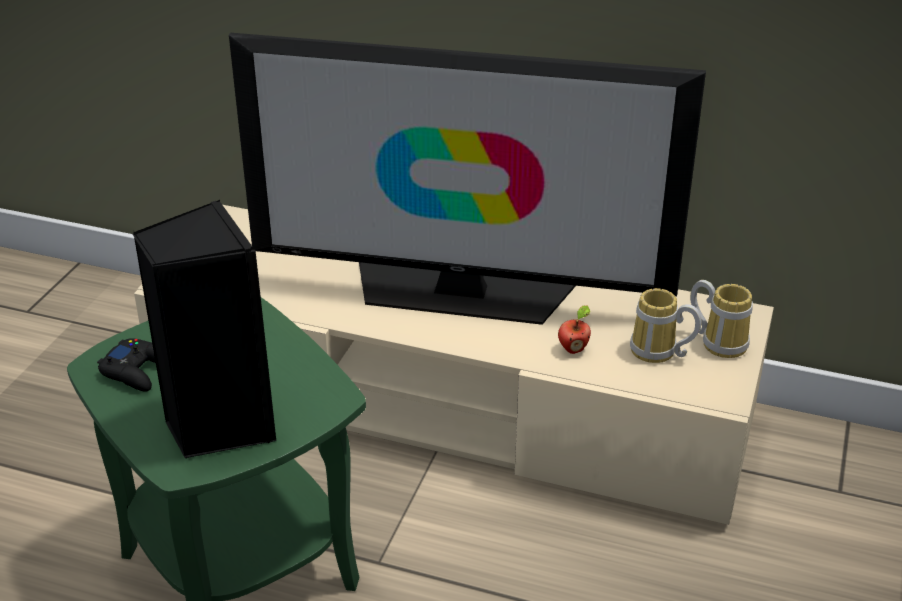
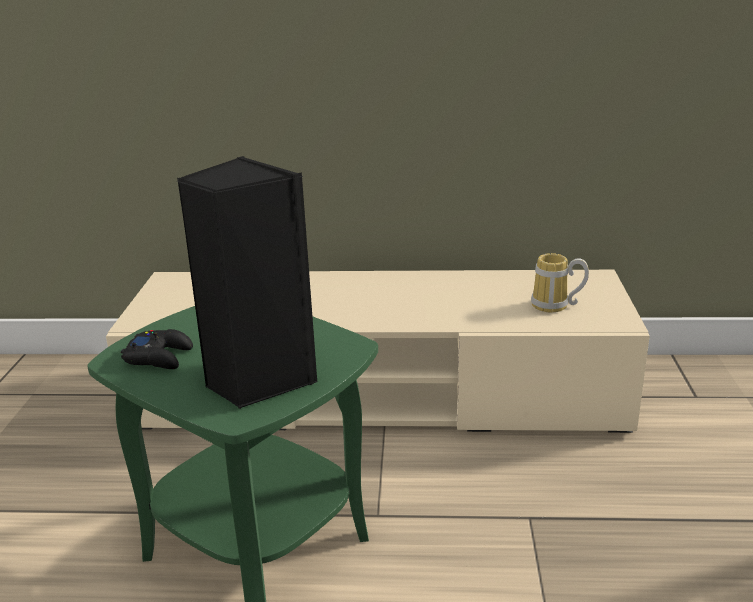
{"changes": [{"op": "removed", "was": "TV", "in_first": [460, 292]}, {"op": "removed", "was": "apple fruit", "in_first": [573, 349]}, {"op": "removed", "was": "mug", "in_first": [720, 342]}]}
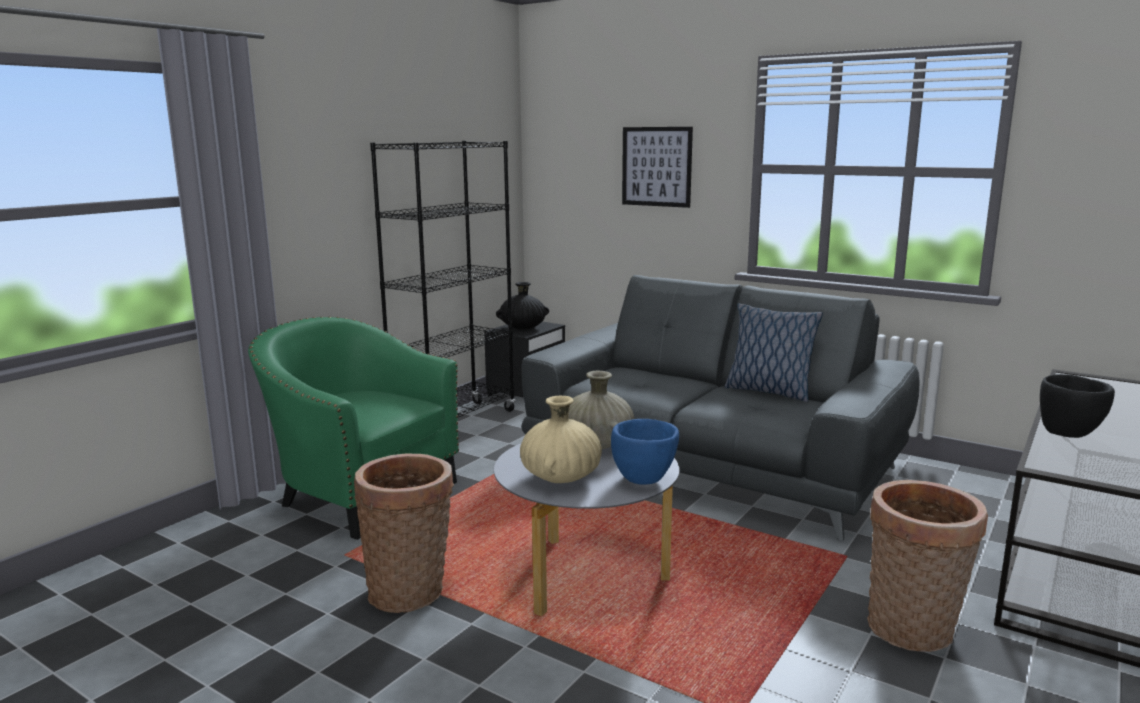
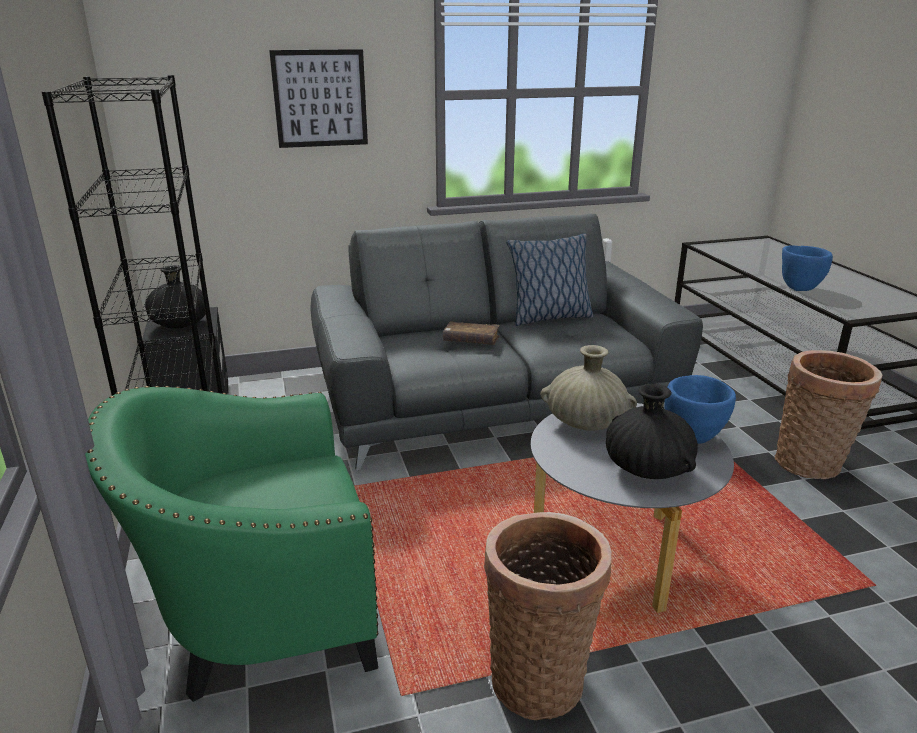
{"changes": [{"op": "recoloured", "was": "beige-coloured decorative vase", "now": "blackish decorative vase", "in_first": [560, 477], "in_second": [647, 470]}, {"op": "recoloured", "was": "blackish bowl", "now": "bluish bowl", "in_first": [1069, 433], "in_second": [799, 288]}, {"op": "added", "now": "brown-coloured book", "in_second": [471, 341]}]}
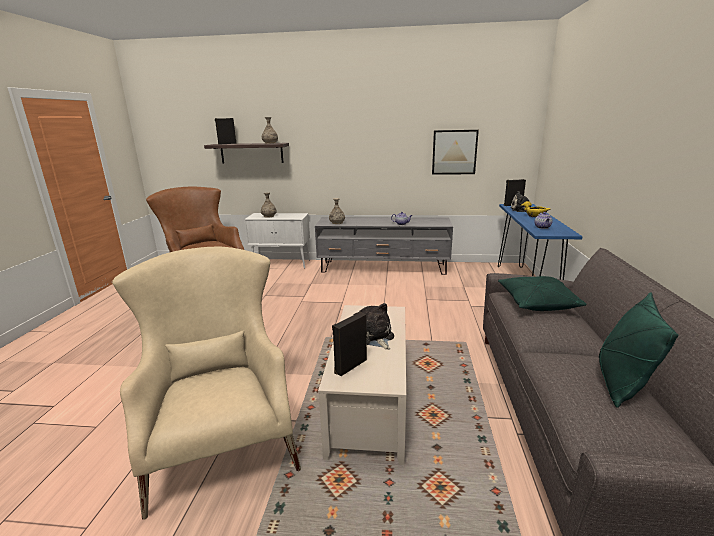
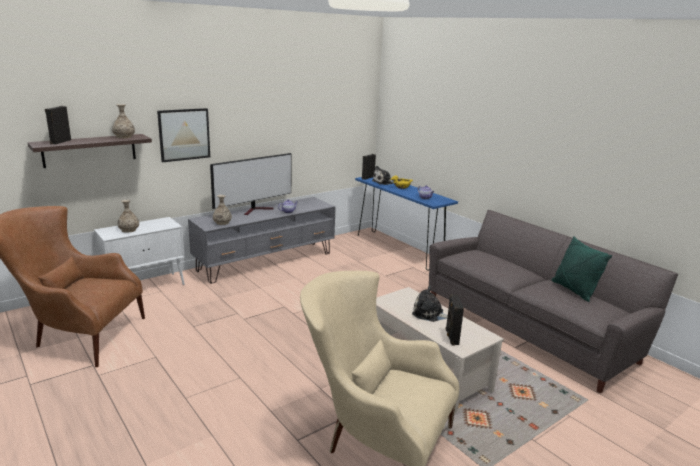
{"changes": [{"op": "moved", "was": "wall picture", "in_first": [454, 152], "in_second": [184, 134]}, {"op": "removed", "was": "greenish cushion", "in_first": [536, 303]}, {"op": "added", "now": "TV", "in_second": [257, 210]}]}
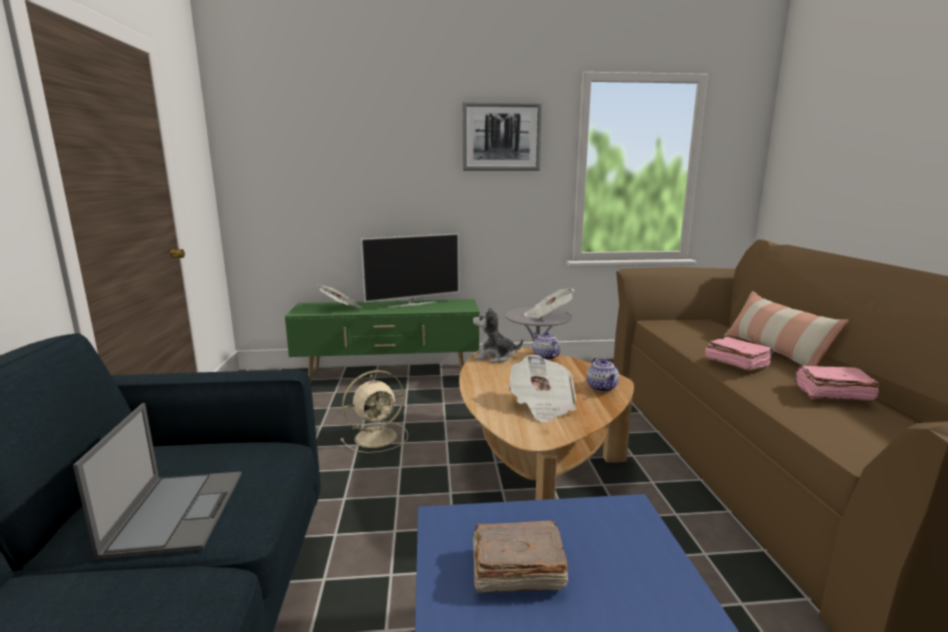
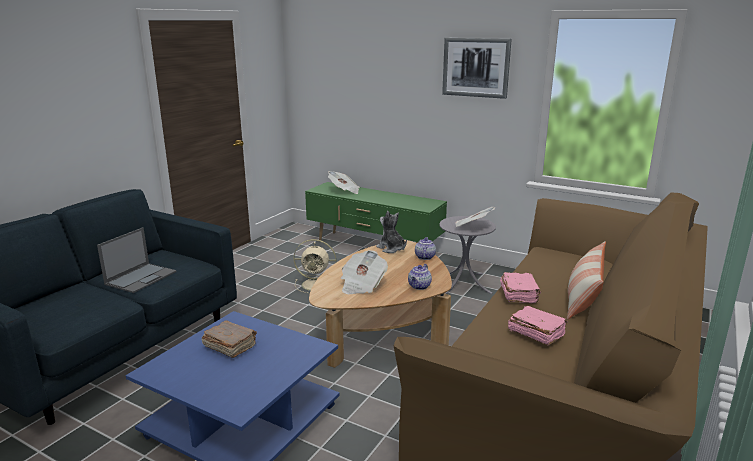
{"changes": [{"op": "removed", "was": "TV", "in_first": [412, 304]}]}
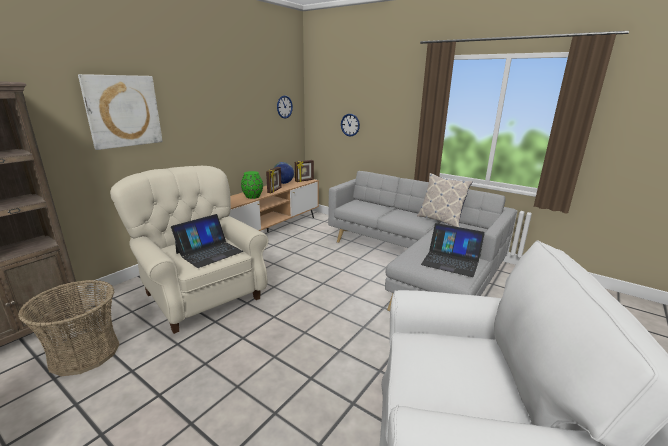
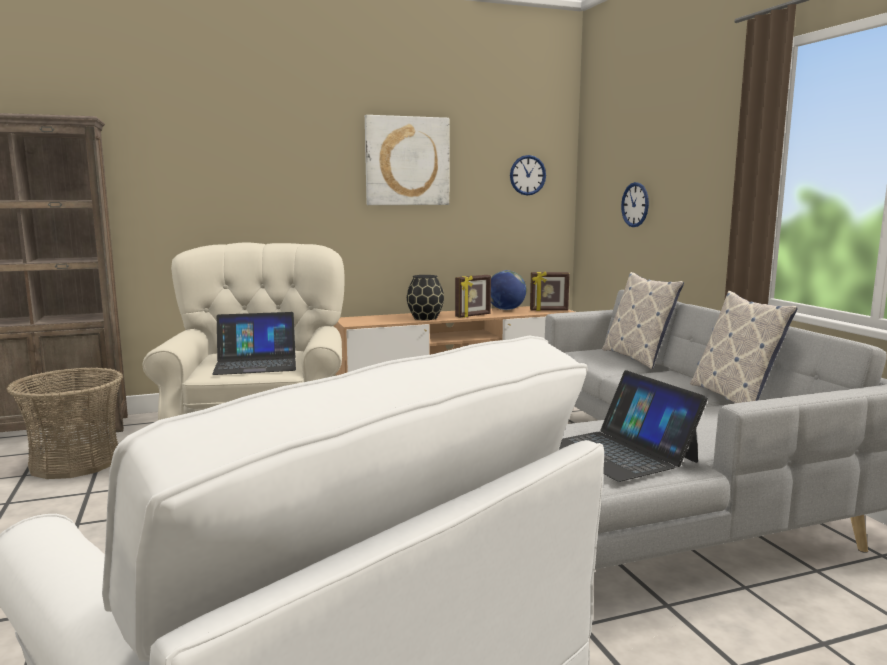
{"changes": [{"op": "moved", "was": "wall picture", "in_first": [123, 111], "in_second": [407, 161]}, {"op": "recoloured", "was": "greenish decorative vase", "now": "blackish decorative vase", "in_first": [252, 196], "in_second": [425, 318]}, {"op": "added", "now": "cushion", "in_second": [637, 358]}]}
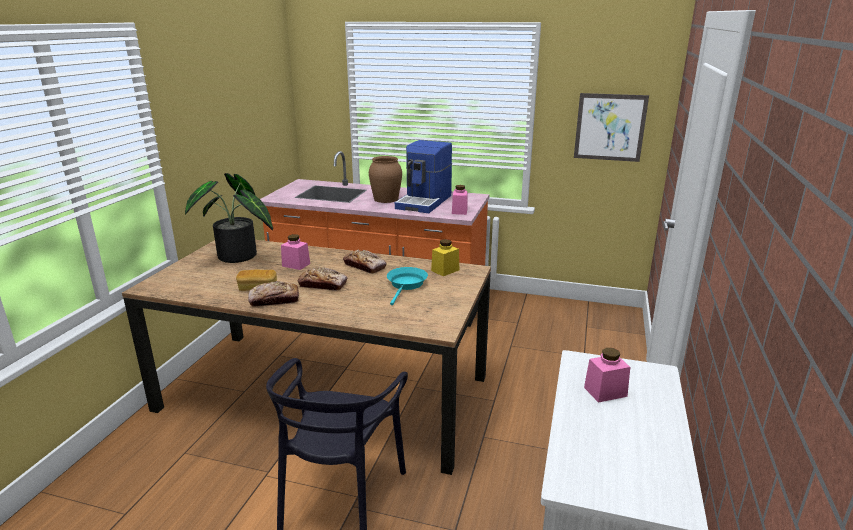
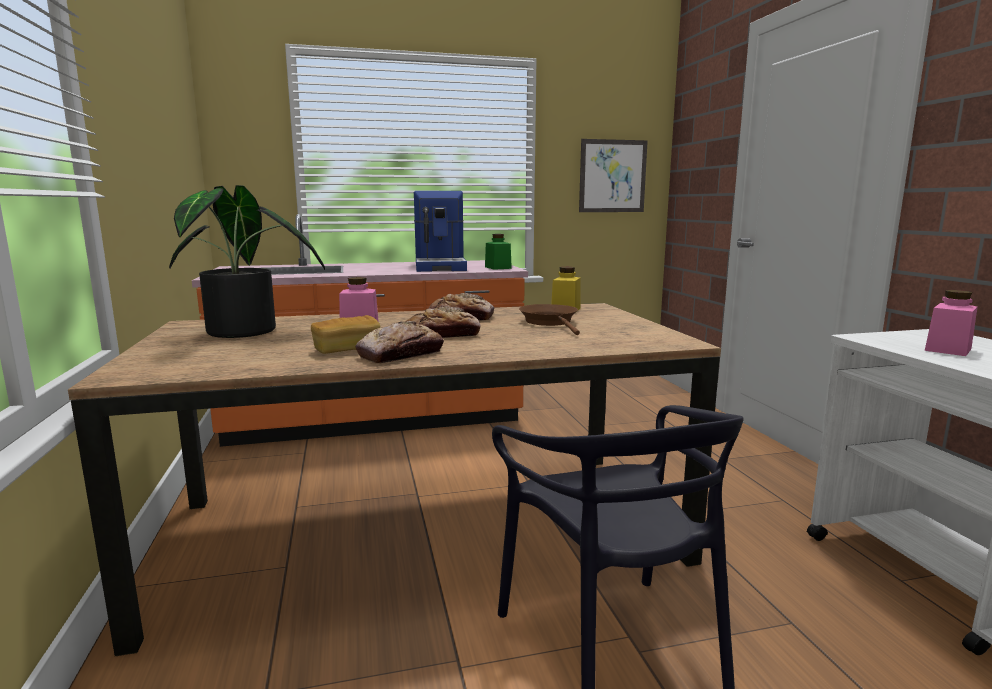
{"changes": [{"op": "removed", "was": "brown-coloured decorative vase", "in_first": [385, 199]}, {"op": "recoloured", "was": "blue-green pan", "now": "brown-coloured pan", "in_first": [406, 285], "in_second": [550, 322]}, {"op": "recoloured", "was": "pink jar", "now": "greenish jar", "in_first": [459, 211], "in_second": [498, 268]}]}
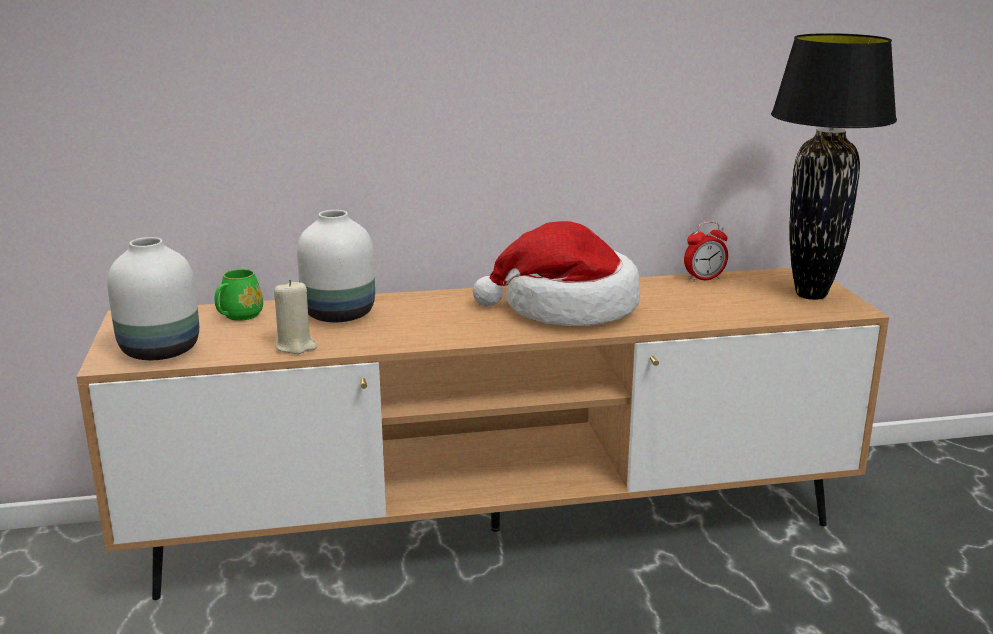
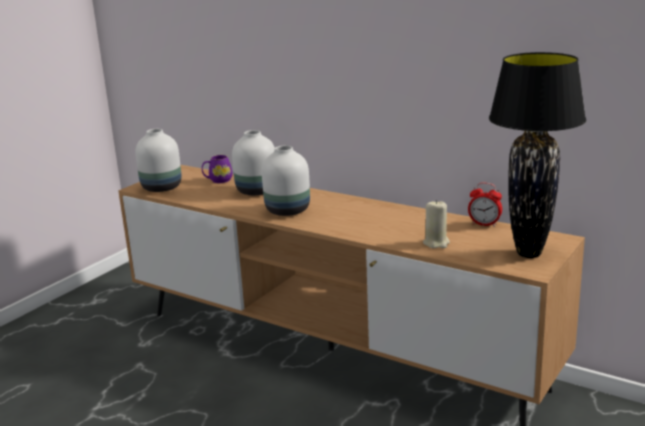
{"changes": [{"op": "recoloured", "was": "greenish mug", "now": "purplish mug", "in_first": [238, 316], "in_second": [218, 180]}, {"op": "moved", "was": "beige-coloured candle", "in_first": [295, 346], "in_second": [436, 243]}, {"op": "removed", "was": "hat", "in_first": [566, 308]}, {"op": "added", "now": "white-coloured decorative vase", "in_second": [289, 210]}]}
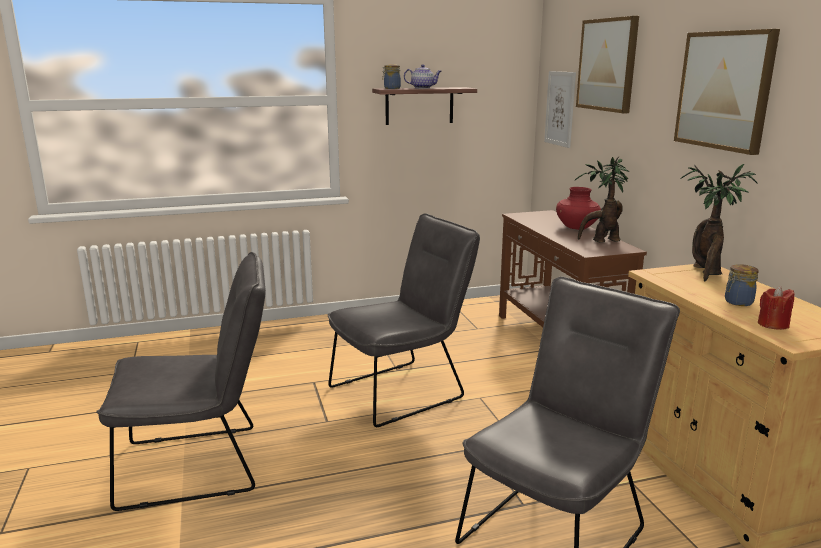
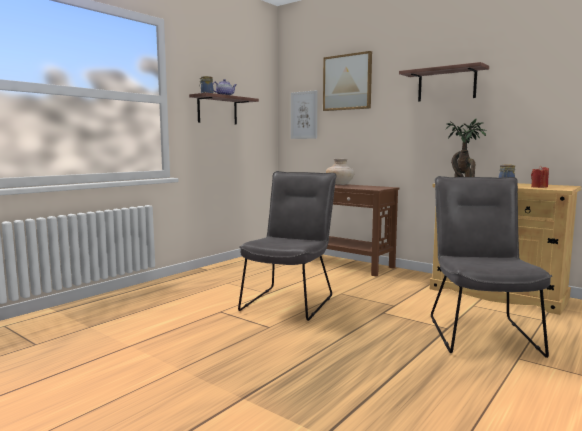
{"changes": [{"op": "removed", "was": "gray plain chair", "in_first": [202, 465]}, {"op": "recoloured", "was": "red decorative vase", "now": "beige-coloured decorative vase", "in_first": [577, 228], "in_second": [340, 184]}, {"op": "removed", "was": "potted plant", "in_first": [601, 241]}, {"op": "replaced", "was": "wall picture", "now": "shelf", "in_first": [724, 90], "in_second": [446, 85]}]}
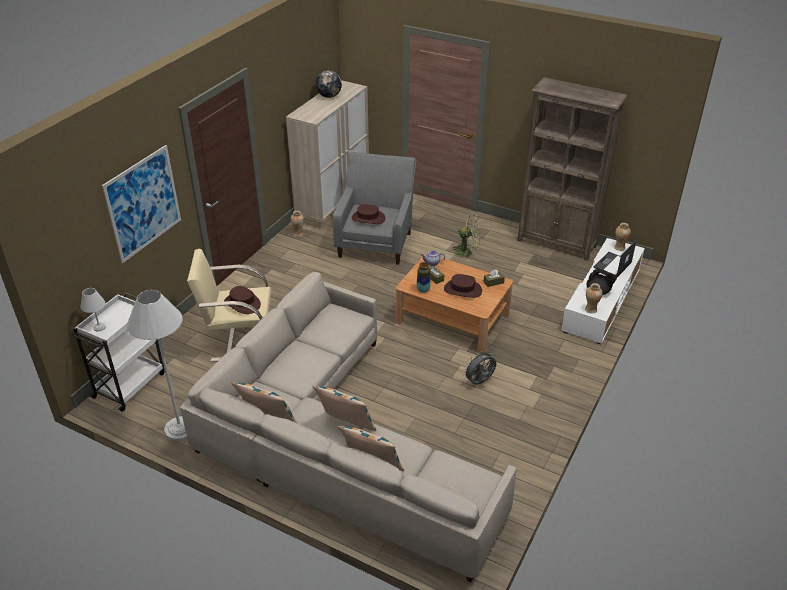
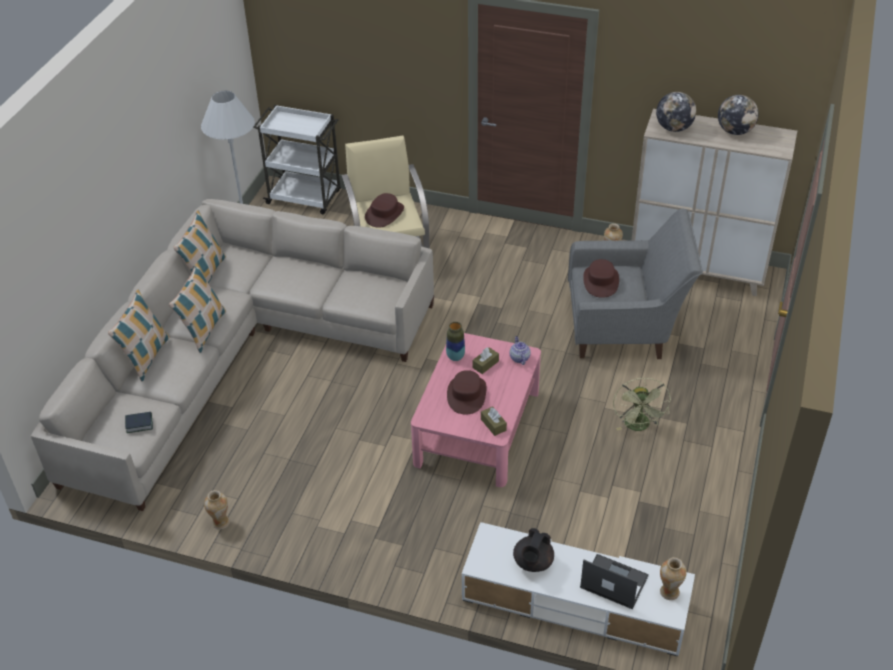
{"changes": [{"op": "removed", "was": "white-coloured table lamp", "in_first": [99, 327]}, {"op": "removed", "was": "wall picture", "in_first": [143, 203]}, {"op": "recoloured", "was": "brown-coloured low table", "now": "pink low table", "in_first": [452, 318], "in_second": [477, 427]}, {"op": "removed", "was": "gray fan", "in_first": [479, 382]}, {"op": "removed", "was": "brown-coloured bookcase", "in_first": [557, 243]}, {"op": "moved", "was": "decorative vase", "in_first": [591, 309], "in_second": [220, 522]}, {"op": "added", "now": "book", "in_second": [139, 424]}, {"op": "added", "now": "desk globe", "in_second": [673, 128]}]}
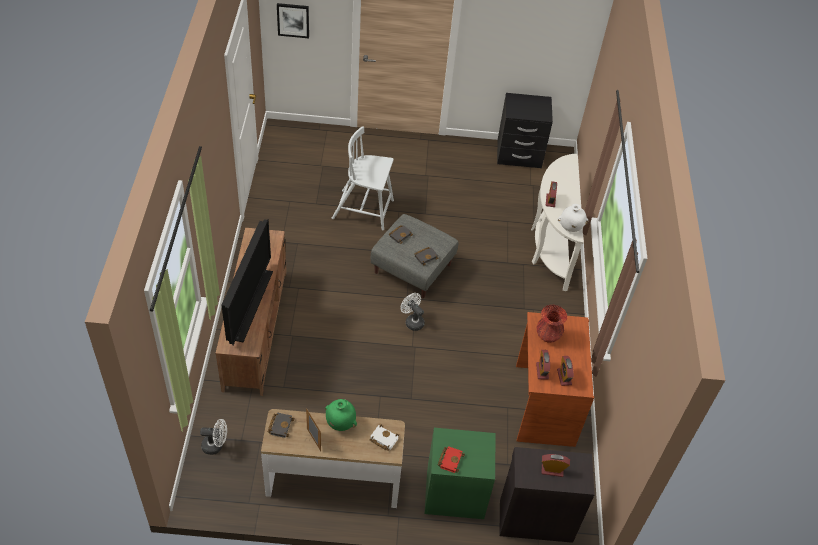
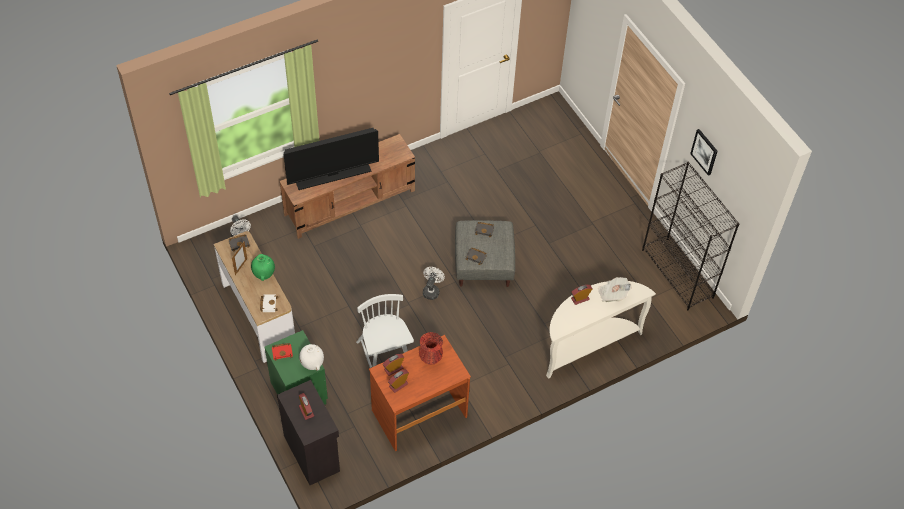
{"changes": [{"op": "moved", "was": "wall picture", "in_first": [293, 20], "in_second": [704, 151]}, {"op": "moved", "was": "white-coloured plain chair", "in_first": [364, 210], "in_second": [385, 359]}, {"op": "replaced", "was": "blackish bedside table", "now": "blackish bookcase", "in_first": [519, 155], "in_second": [678, 274]}, {"op": "moved", "was": "white-coloured decorative vase", "in_first": [570, 228], "in_second": [312, 363]}, {"op": "added", "now": "printed paper", "in_second": [612, 294]}]}
